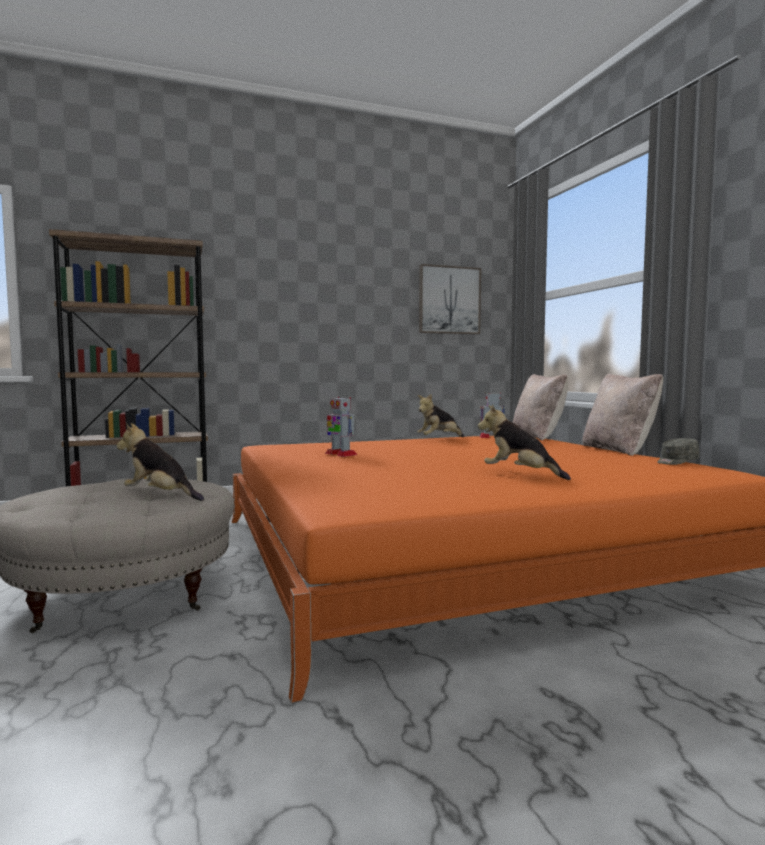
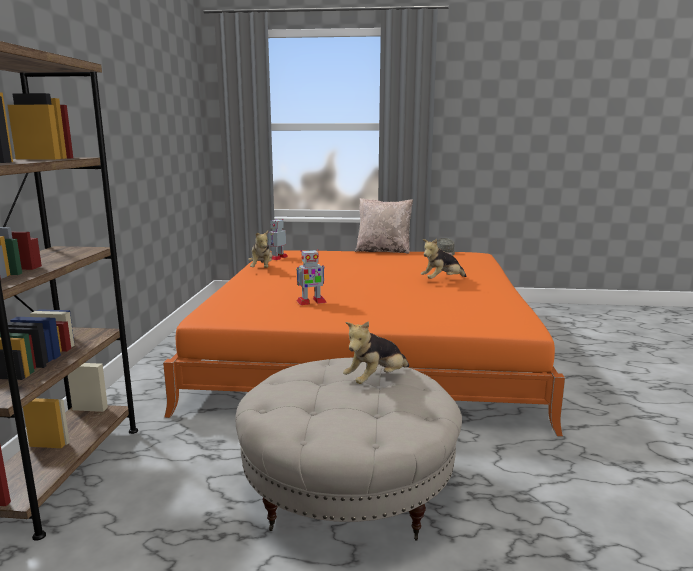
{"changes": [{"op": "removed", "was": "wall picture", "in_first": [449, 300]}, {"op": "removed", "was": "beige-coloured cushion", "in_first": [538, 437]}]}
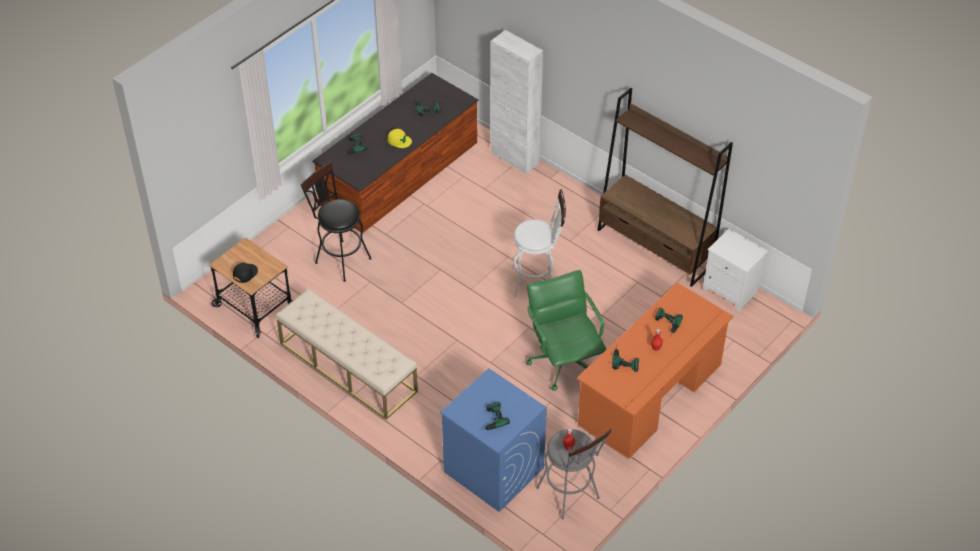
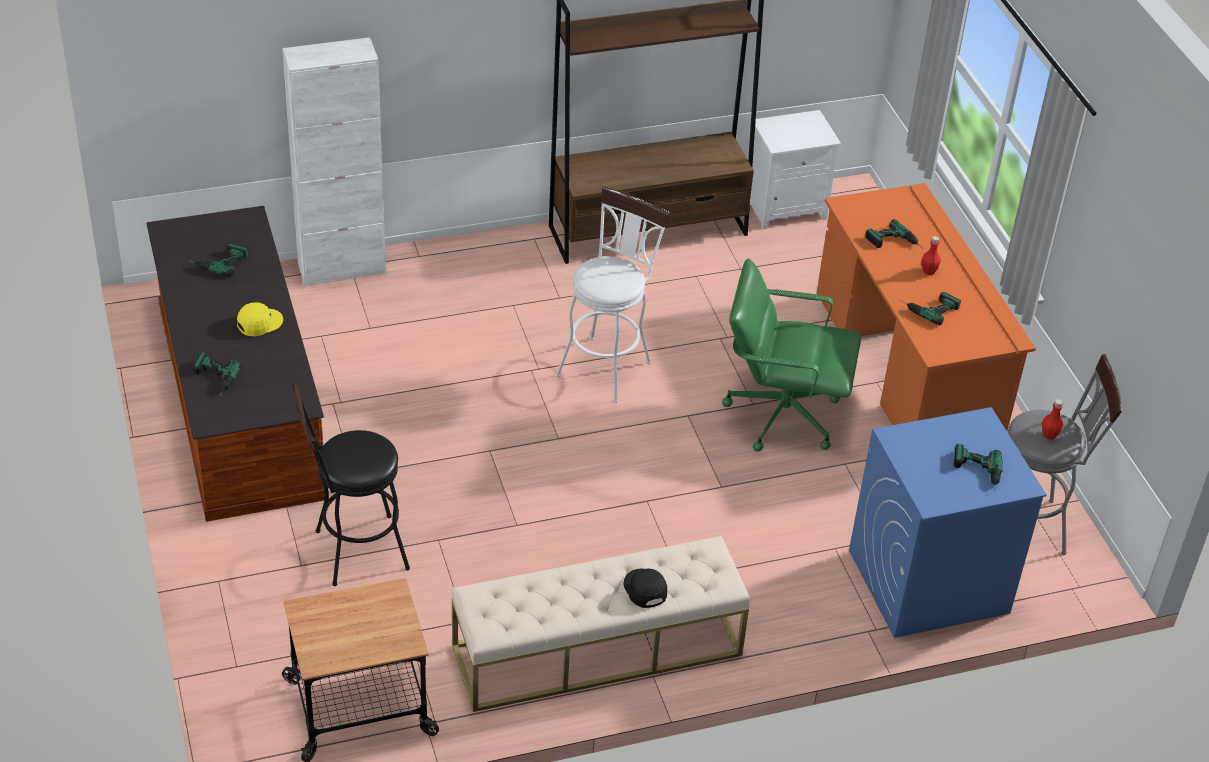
{"changes": [{"op": "moved", "was": "blackish baseball cap", "in_first": [245, 273], "in_second": [645, 589]}]}
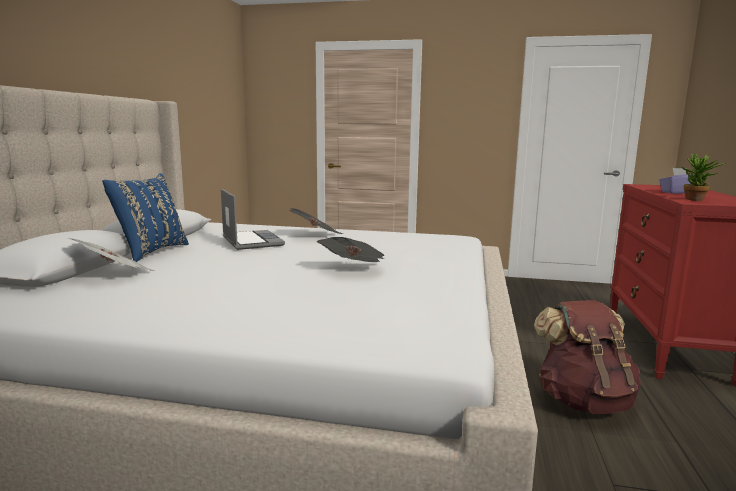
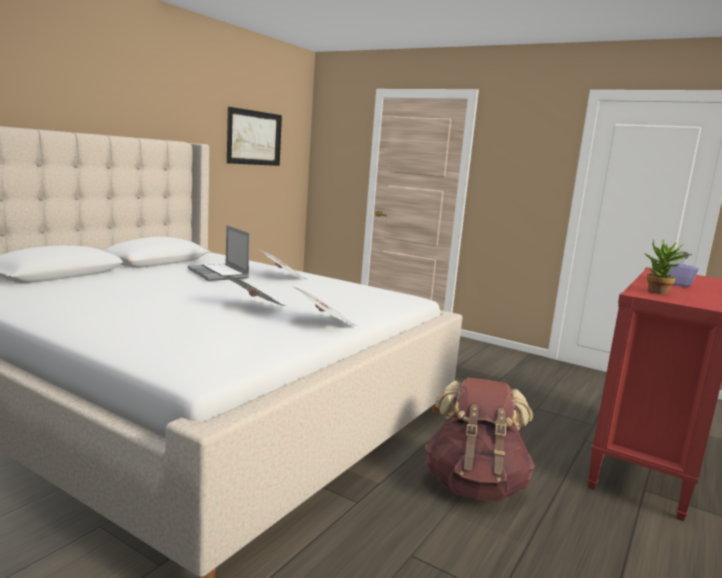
{"changes": [{"op": "moved", "was": "printed paper", "in_first": [116, 274], "in_second": [324, 324]}, {"op": "removed", "was": "bluish cushion", "in_first": [150, 252]}, {"op": "turned", "was": "portable computer", "in_first": [251, 241], "in_second": [219, 274], "clockwise": 150}, {"op": "added", "now": "wall picture", "in_second": [254, 138]}]}
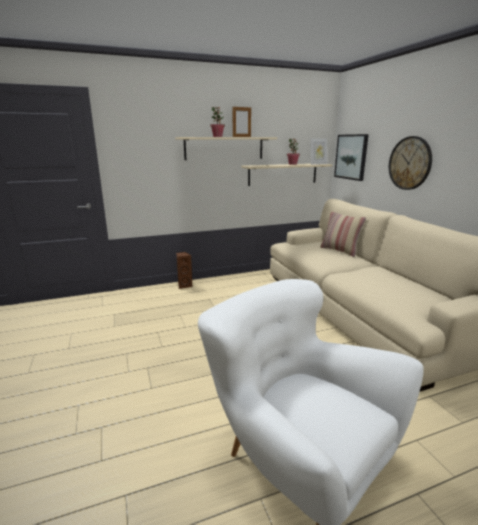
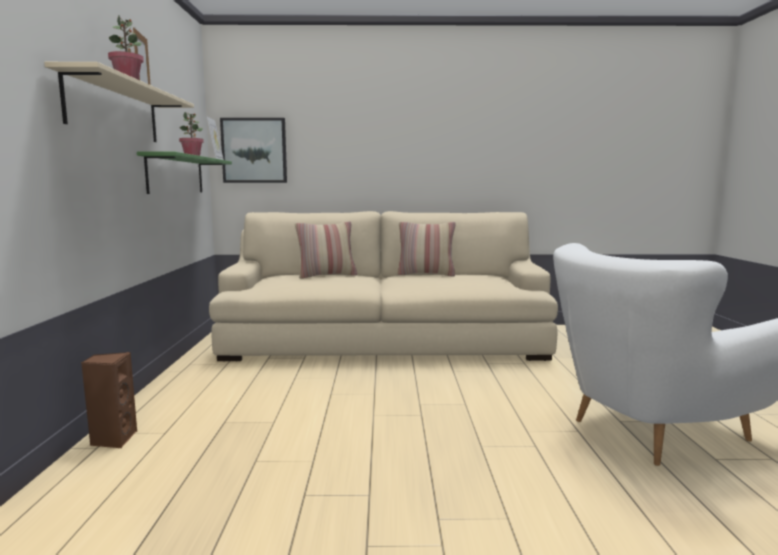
{"changes": [{"op": "recoloured", "was": "beige-coloured shelf", "now": "greenish shelf", "in_first": [283, 174], "in_second": [176, 175]}, {"op": "removed", "was": "clock on the wall", "in_first": [410, 163]}, {"op": "added", "now": "cushion", "in_second": [426, 274]}]}
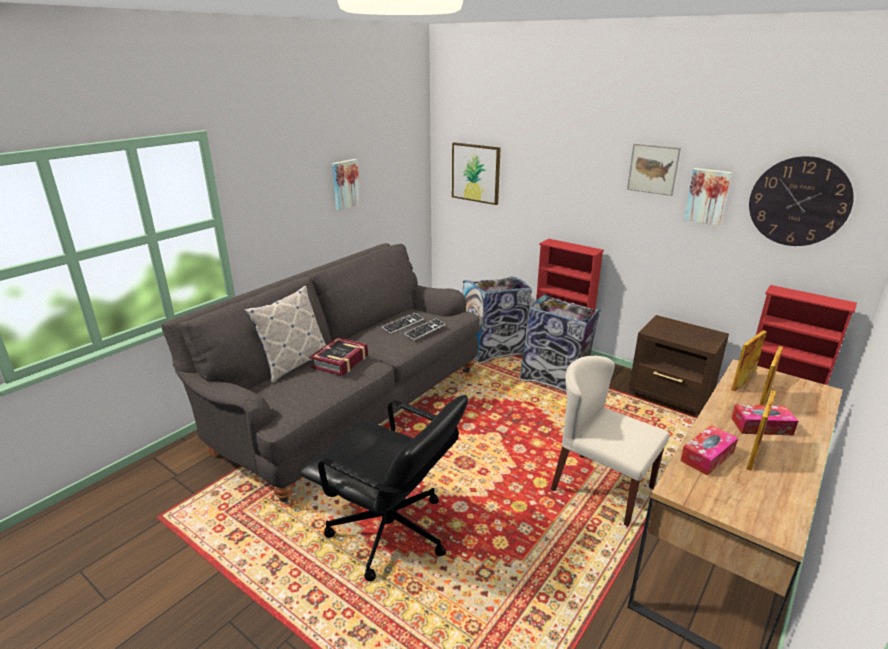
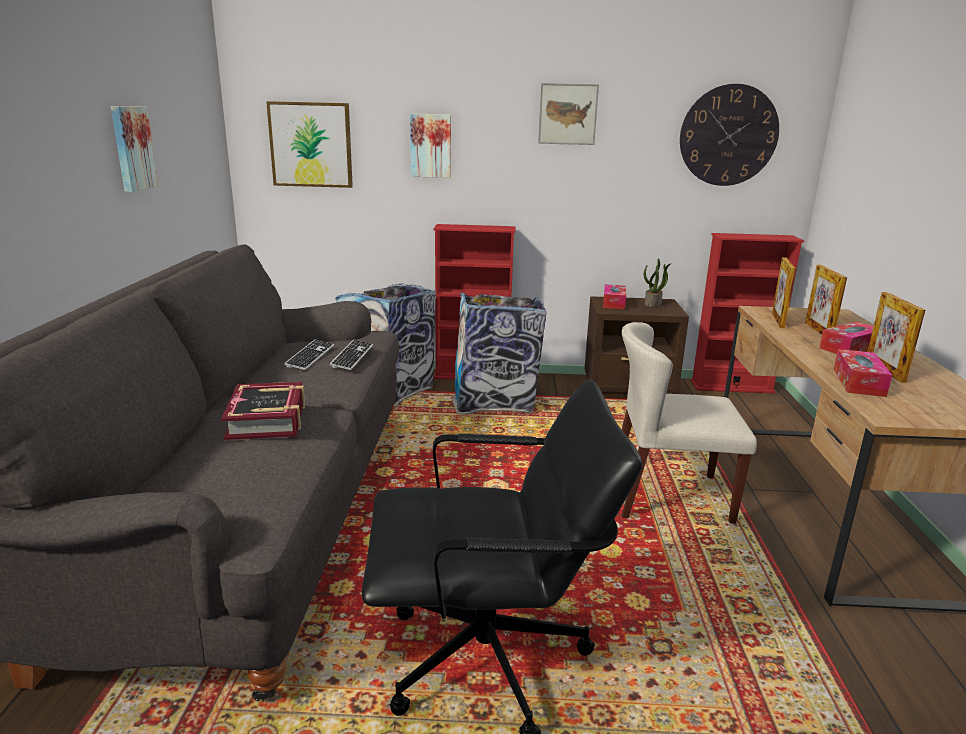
{"changes": [{"op": "removed", "was": "cushion", "in_first": [294, 364]}, {"op": "moved", "was": "wall picture", "in_first": [707, 196], "in_second": [431, 145]}, {"op": "added", "now": "box of tissues", "in_second": [614, 303]}, {"op": "added", "now": "potted plant", "in_second": [653, 304]}]}
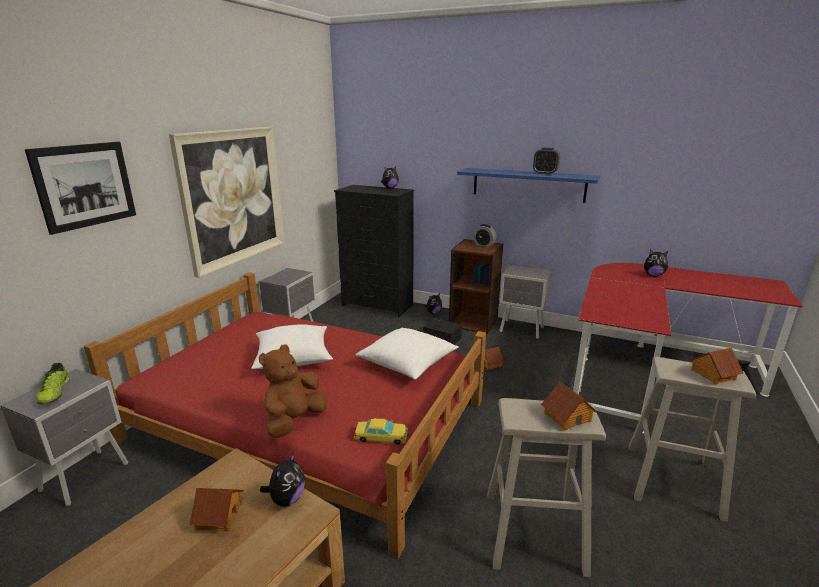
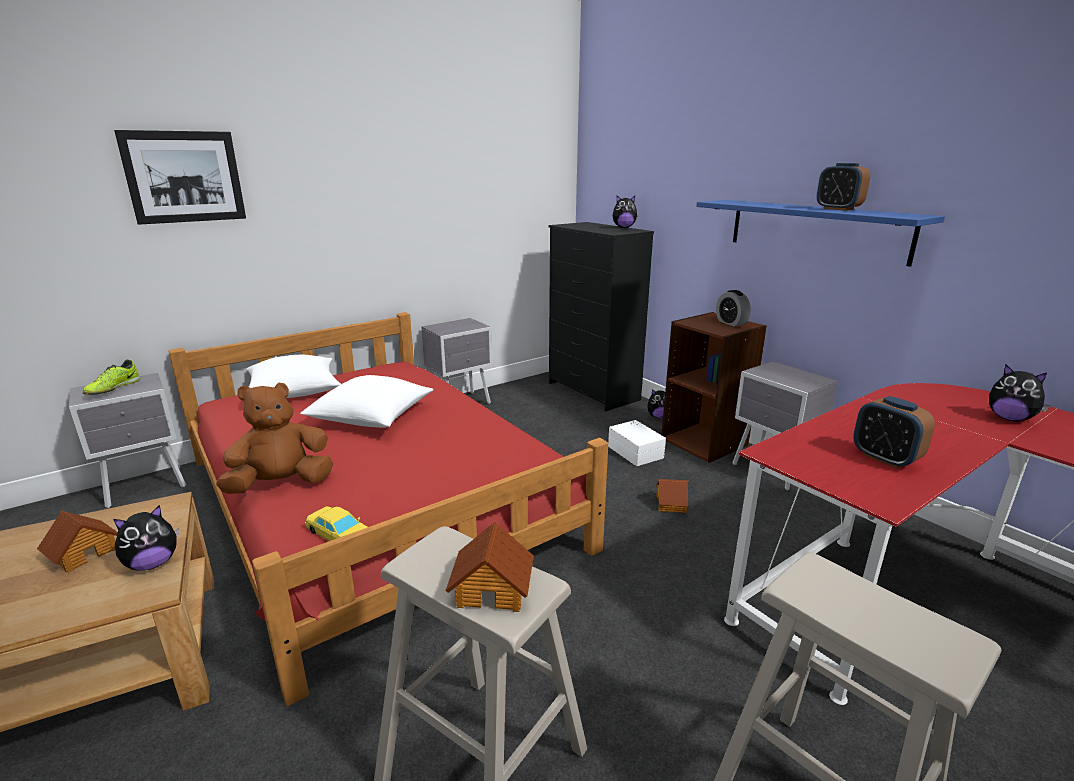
{"changes": [{"op": "removed", "was": "wall picture", "in_first": [233, 197]}, {"op": "moved", "was": "white-coloured cushion", "in_first": [407, 363], "in_second": [294, 391]}, {"op": "recoloured", "was": "blackish storage container", "now": "white-coloured storage container", "in_first": [442, 338], "in_second": [636, 451]}, {"op": "removed", "was": "miniature house", "in_first": [712, 374]}, {"op": "added", "now": "bedside clock", "in_second": [885, 458]}]}
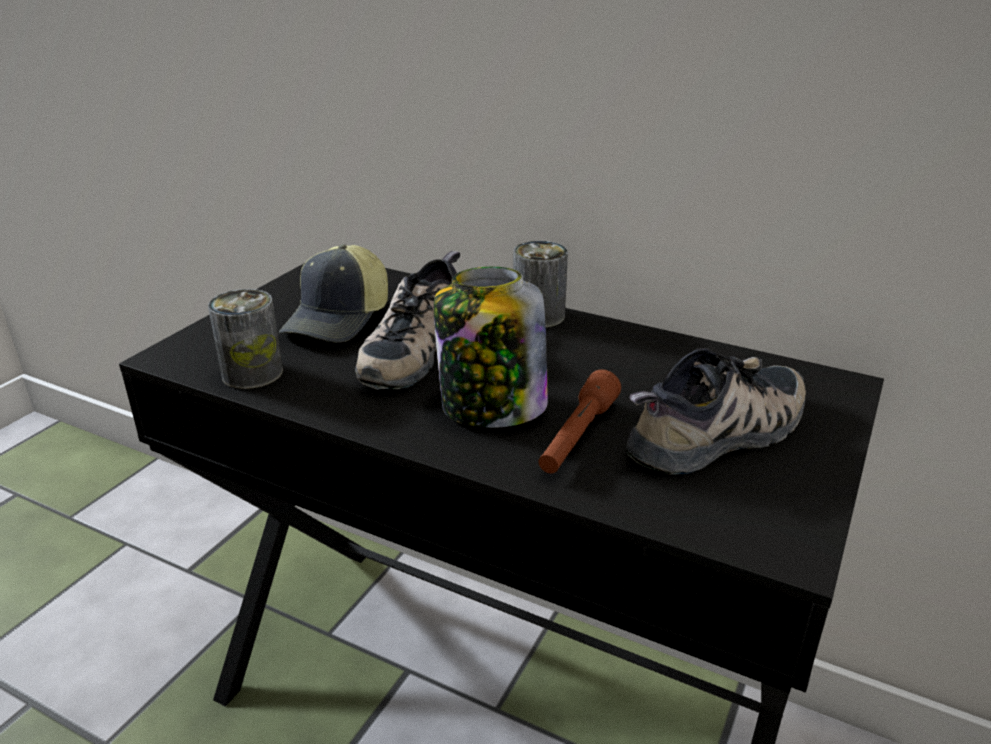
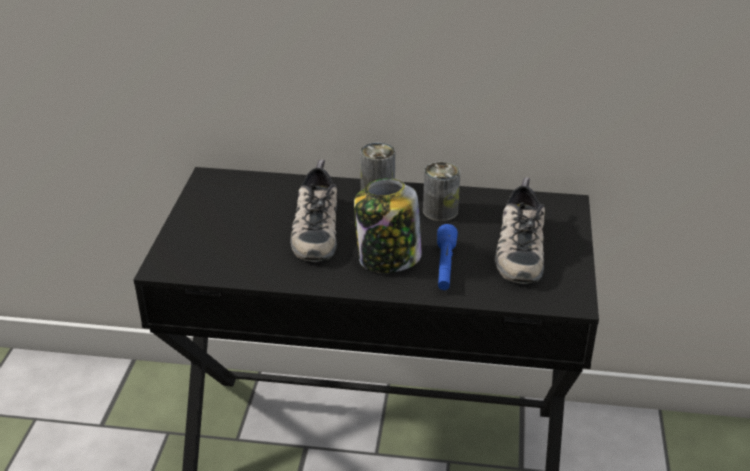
{"changes": [{"op": "moved", "was": "metal can", "in_first": [252, 373], "in_second": [440, 211]}, {"op": "removed", "was": "baseball cap", "in_first": [340, 319]}, {"op": "recoloured", "was": "brown-coloured flashlight", "now": "bluish flashlight", "in_first": [577, 437], "in_second": [445, 266]}, {"op": "turned", "was": "low shoe", "in_first": [720, 435], "in_second": [518, 248], "clockwise": 150}]}
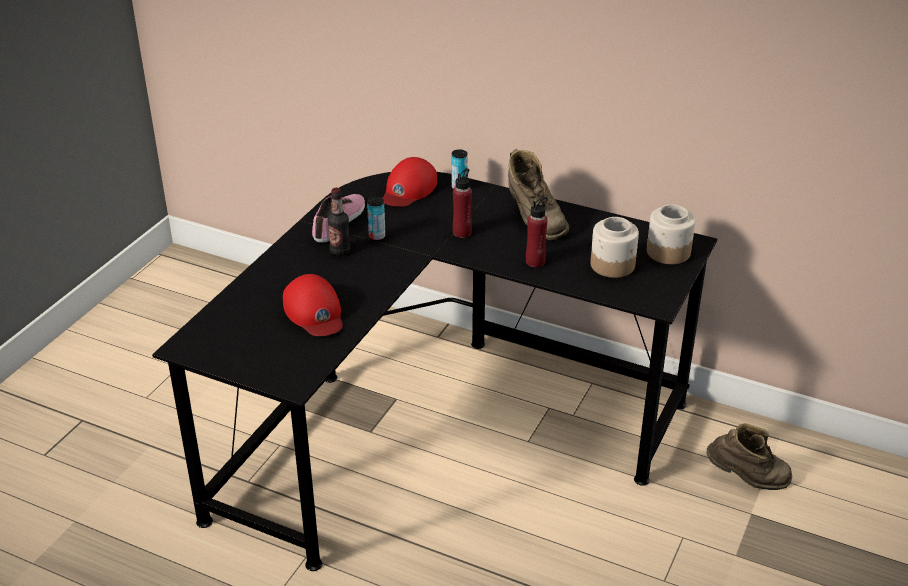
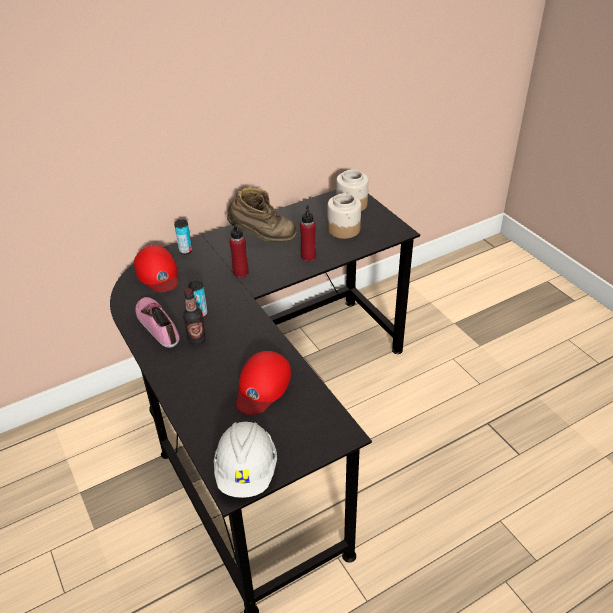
{"changes": [{"op": "turned", "was": "red baseball cap", "in_first": [314, 312], "in_second": [262, 386], "clockwise": 105}, {"op": "removed", "was": "brown-coloured high-top boot", "in_first": [747, 480]}, {"op": "added", "now": "white-coloured work helmet", "in_second": [247, 471]}]}
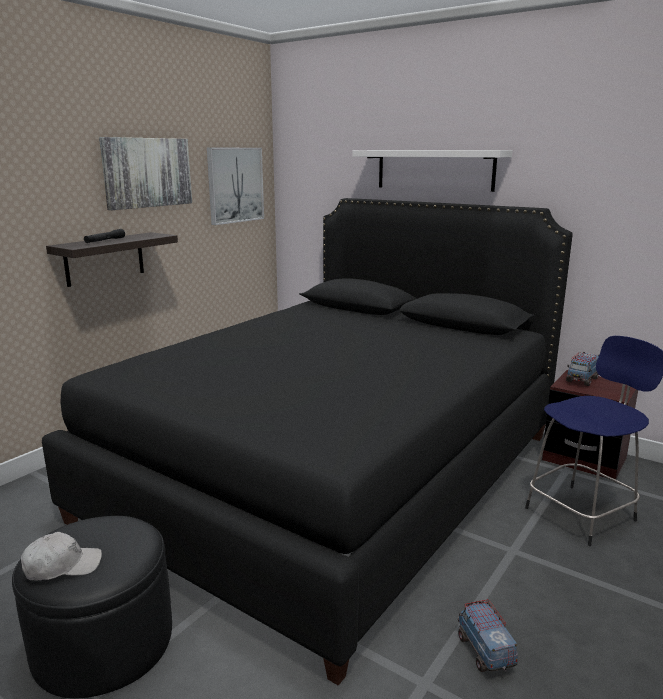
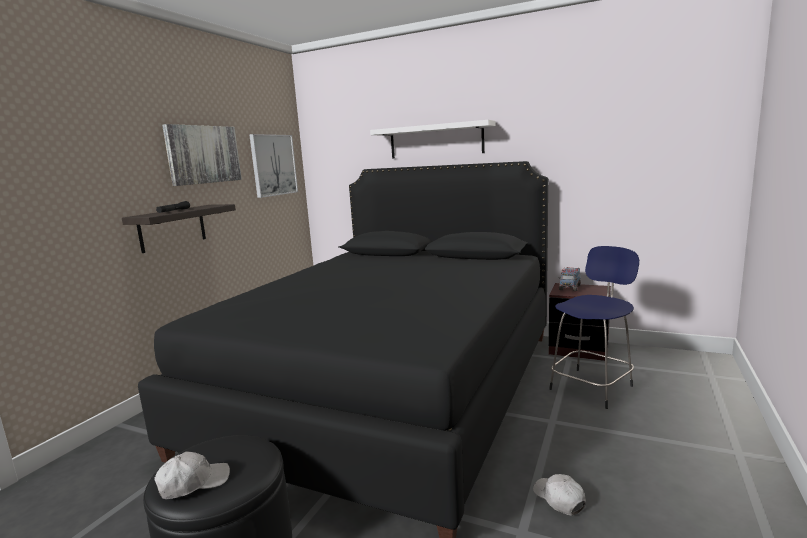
{"changes": [{"op": "replaced", "was": "model truck", "now": "white-coloured baseball cap", "in_first": [484, 651], "in_second": [559, 499]}]}
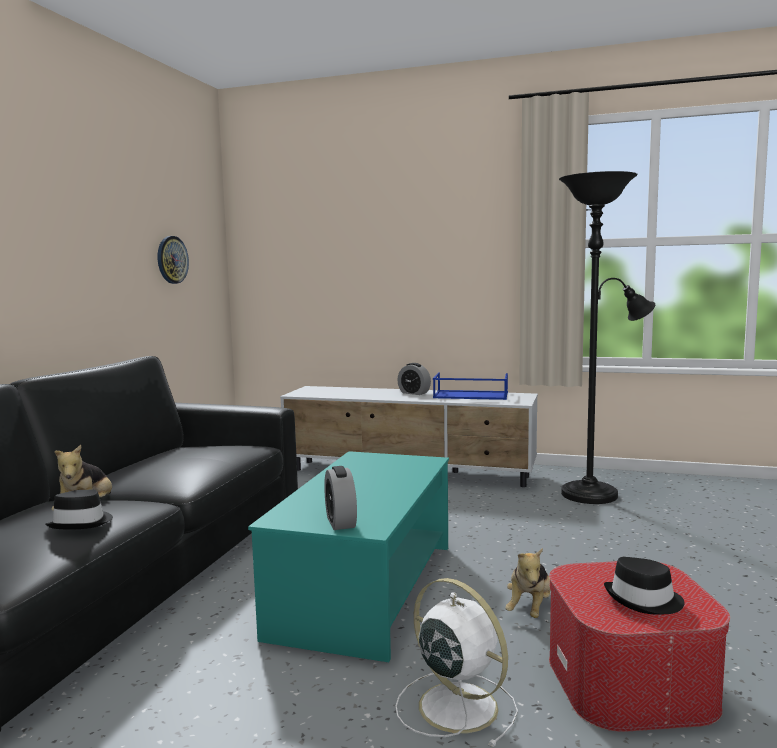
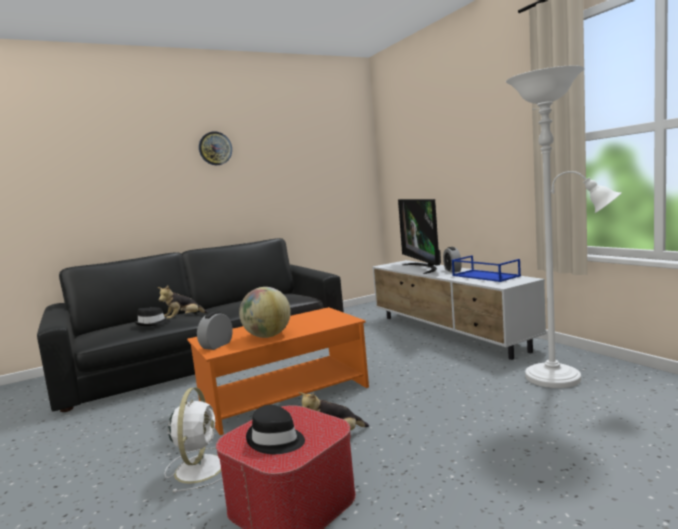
{"changes": [{"op": "moved", "was": "clock on the wall", "in_first": [172, 260], "in_second": [215, 148]}, {"op": "recoloured", "was": "blue-green low table", "now": "orange-coloured low table", "in_first": [366, 587], "in_second": [285, 395]}, {"op": "recoloured", "was": "blackish standing lamp", "now": "white-coloured standing lamp", "in_first": [595, 494], "in_second": [560, 378]}, {"op": "added", "now": "desk globe", "in_second": [267, 336]}, {"op": "added", "now": "TV", "in_second": [423, 268]}]}
